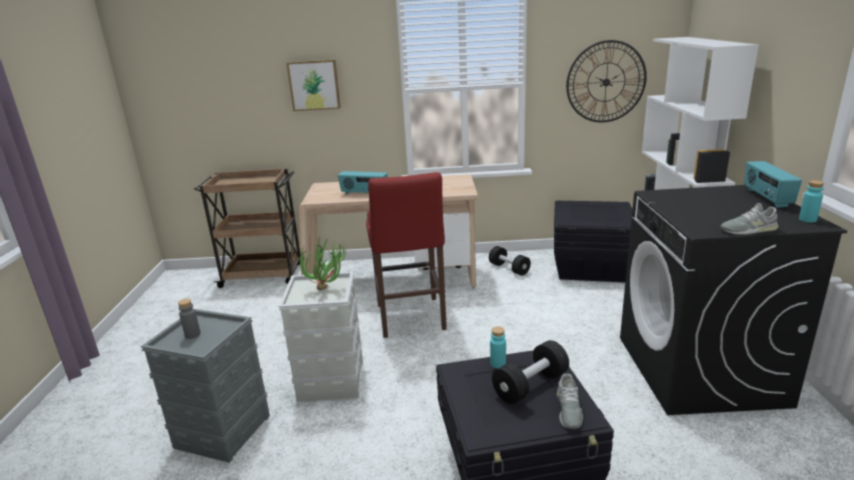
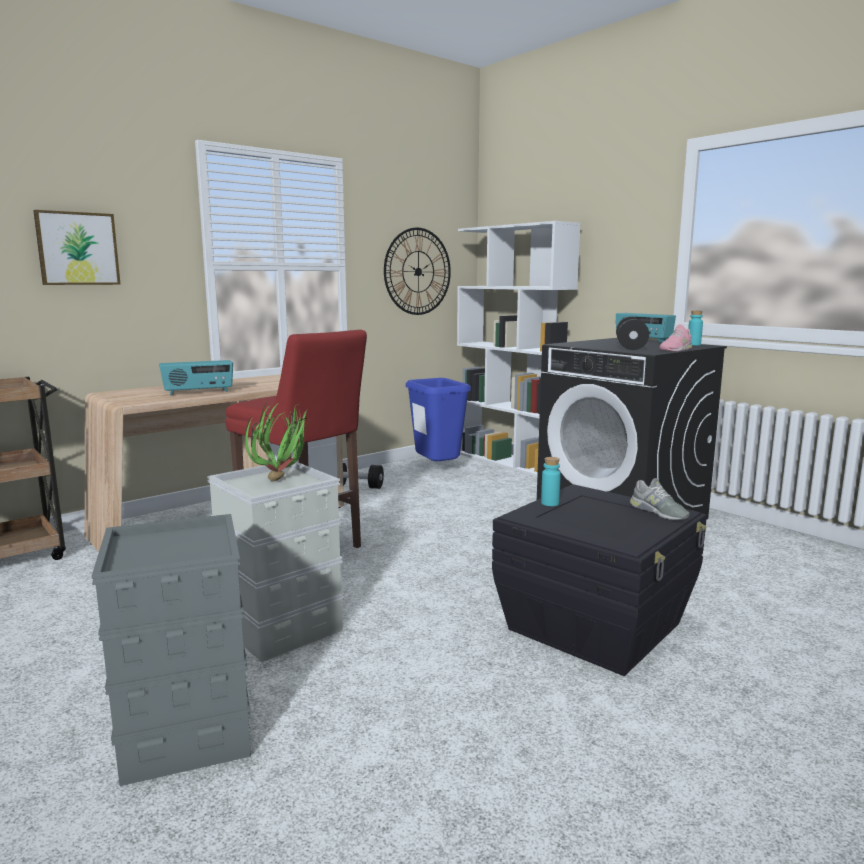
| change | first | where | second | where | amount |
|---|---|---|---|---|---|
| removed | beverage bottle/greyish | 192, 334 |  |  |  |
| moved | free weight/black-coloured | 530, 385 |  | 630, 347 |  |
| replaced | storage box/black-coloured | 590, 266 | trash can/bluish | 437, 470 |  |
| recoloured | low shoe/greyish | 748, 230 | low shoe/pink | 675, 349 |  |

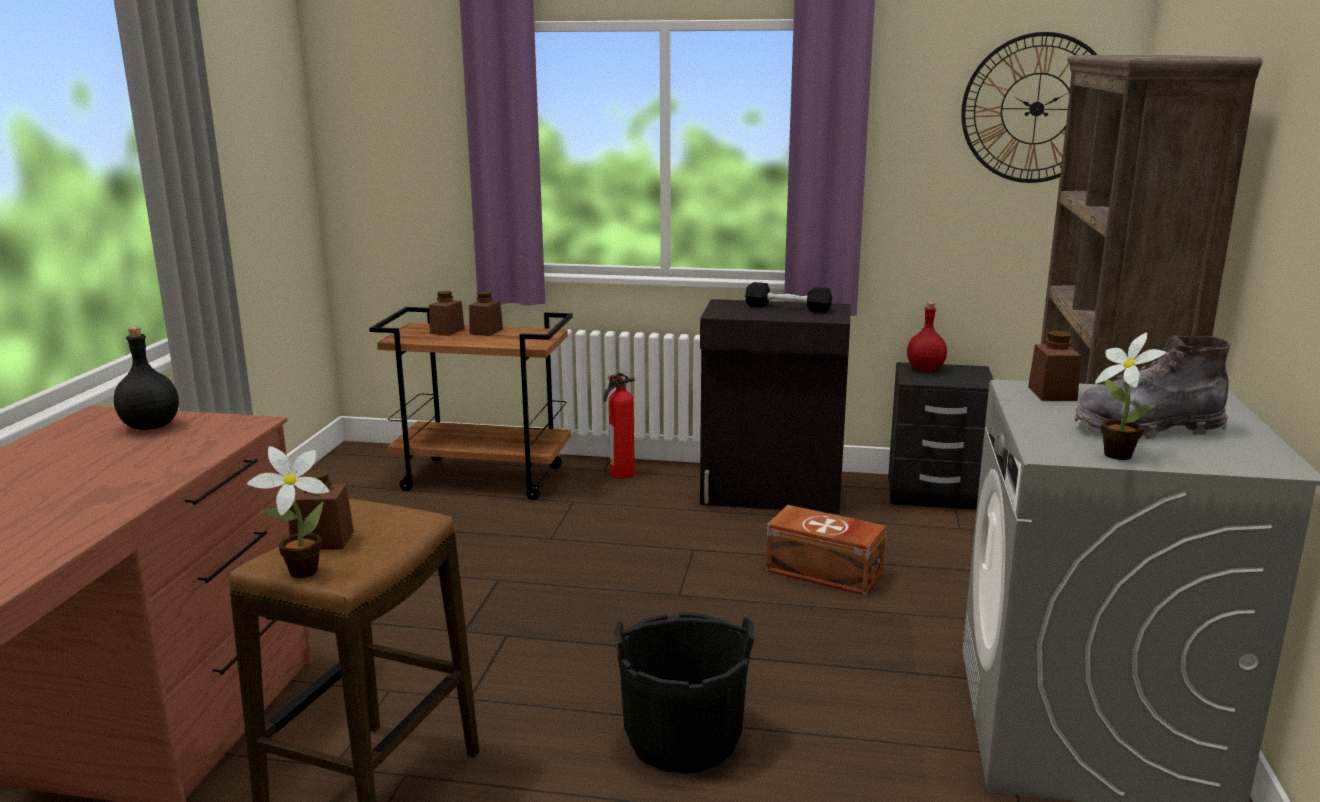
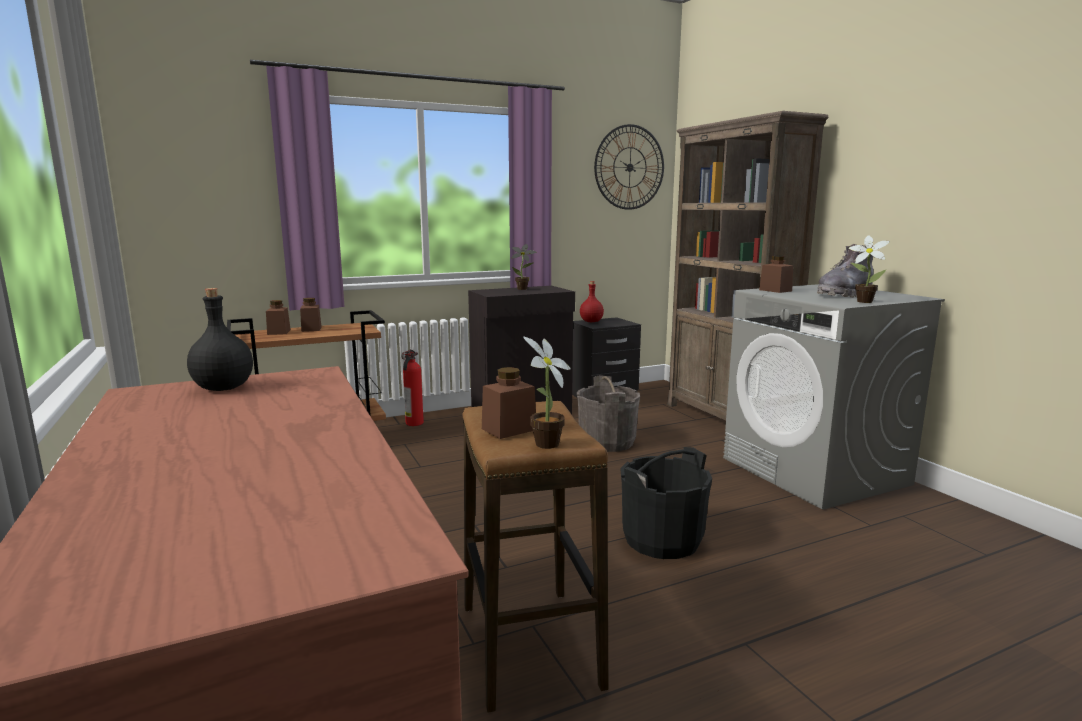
| change | first | where | second | where | amount |
|---|---|---|---|---|---|
| replaced | free weight/black-coloured | 788, 308 | plant in a pot | 524, 289 |  |
| replaced | storage box/brown | 825, 573 | bucket/greyish | 607, 442 |  |

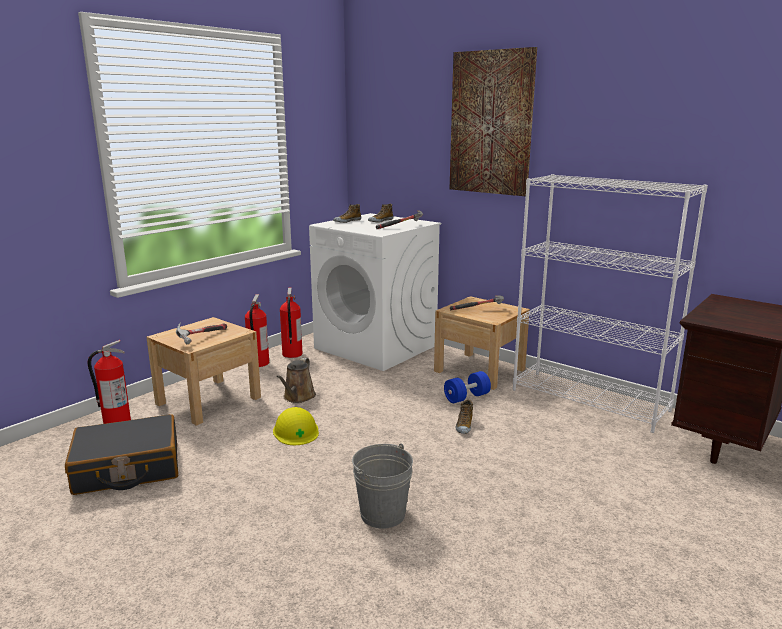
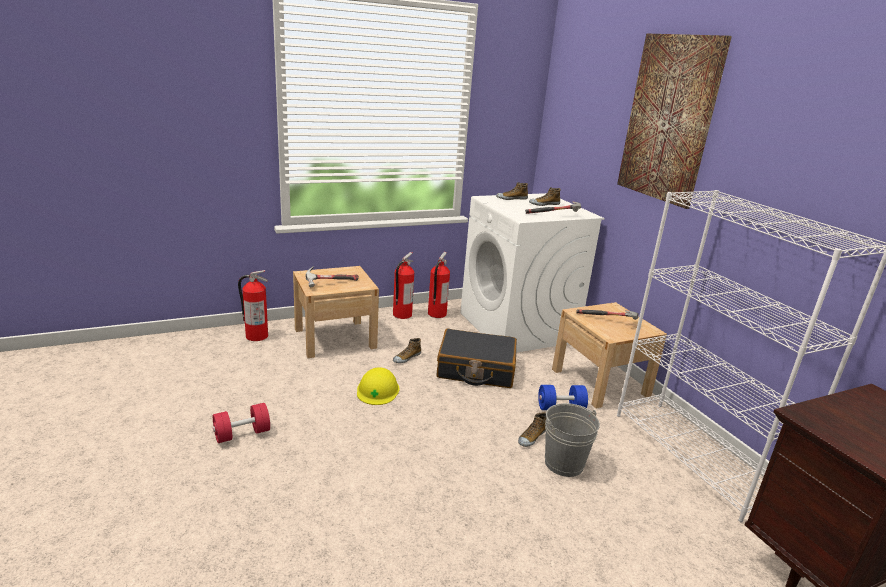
| change | first | where | second | where | amount |
|---|---|---|---|---|---|
| moved | piece of luggage/black-coloured | 127, 468 |  | 476, 369 |  |
| replaced | watering pot/brown | 298, 397 | low shoe | 406, 358 |  |
| moved | bucket/greyish | 383, 514 |  | 564, 463 |  |
| added |  |  | free weight/reddish | 242, 434 |  |

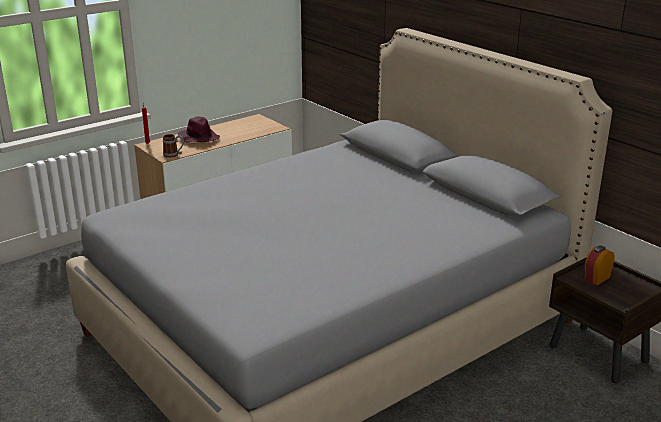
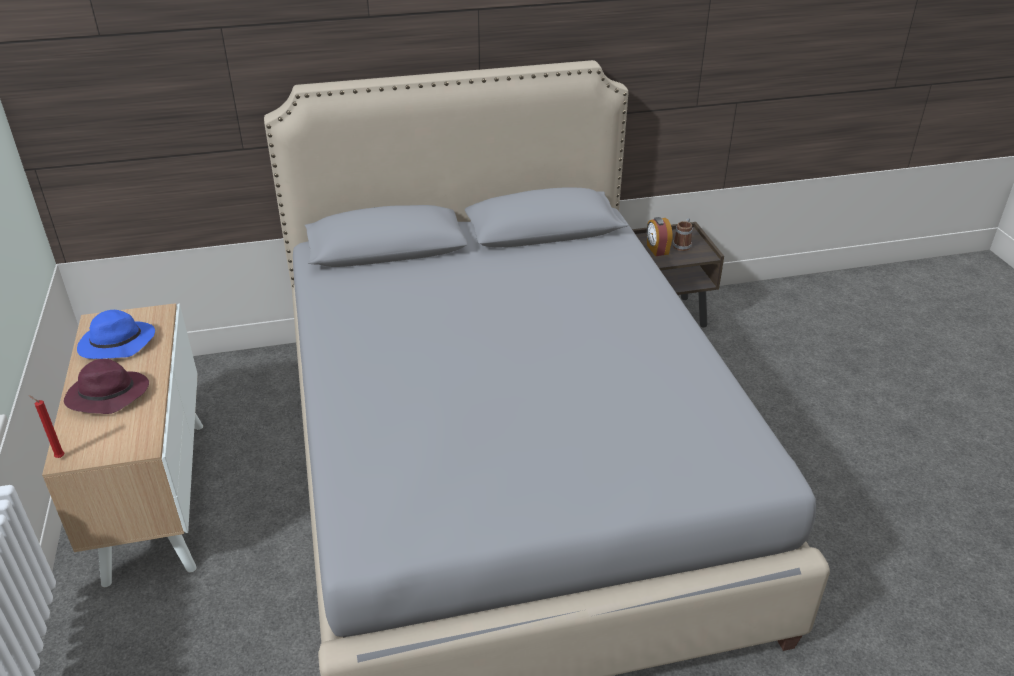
| change | first | where | second | where | amount |
|---|---|---|---|---|---|
| moved | tea mug | 174, 155 |  | 683, 244 |  |
| added |  |  | clothing hat/bluish | 116, 345 |  |

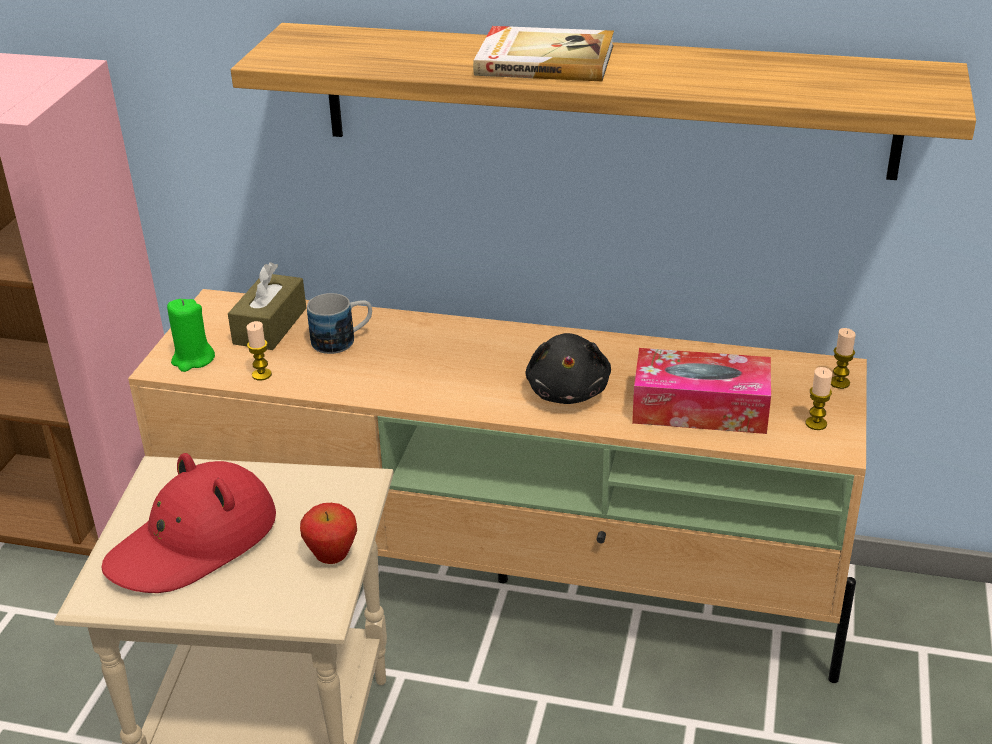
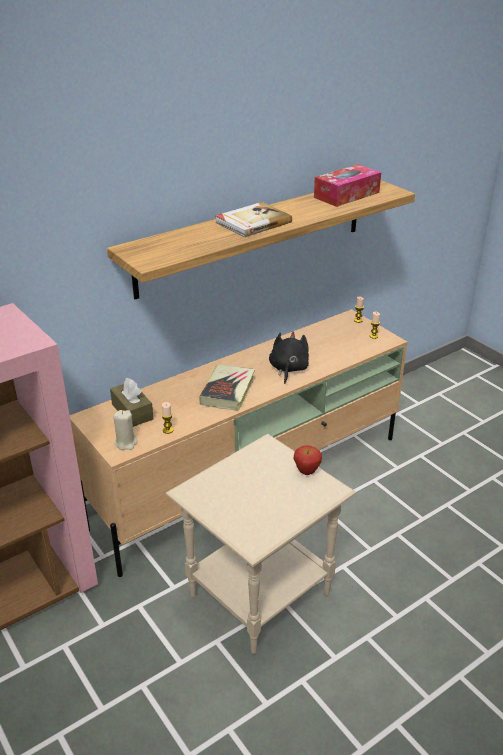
| change | first | where | second | where | amount |
|---|---|---|---|---|---|
| removed | clothing hat/reddish | 194, 542 |  |  |  |
| recoloured | wax candle/green-coloured | 192, 360 | wax candle/sand-coloured | 126, 443 |  |
| removed | tea mug | 343, 340 |  |  |  |
| turned | soft toy/black-coloured | 568, 391 |  | 288, 369 | 120 degrees counterclockwise |
| moved | tissue box | 700, 408 |  | 346, 195 |  |
| added |  |  | bound book | 228, 391 |  |

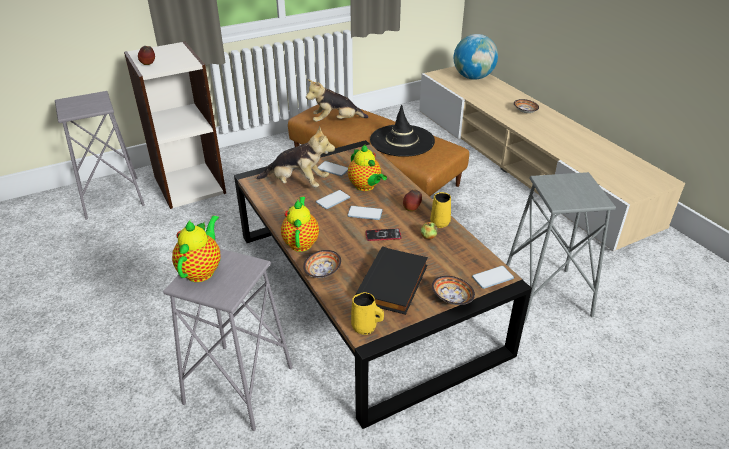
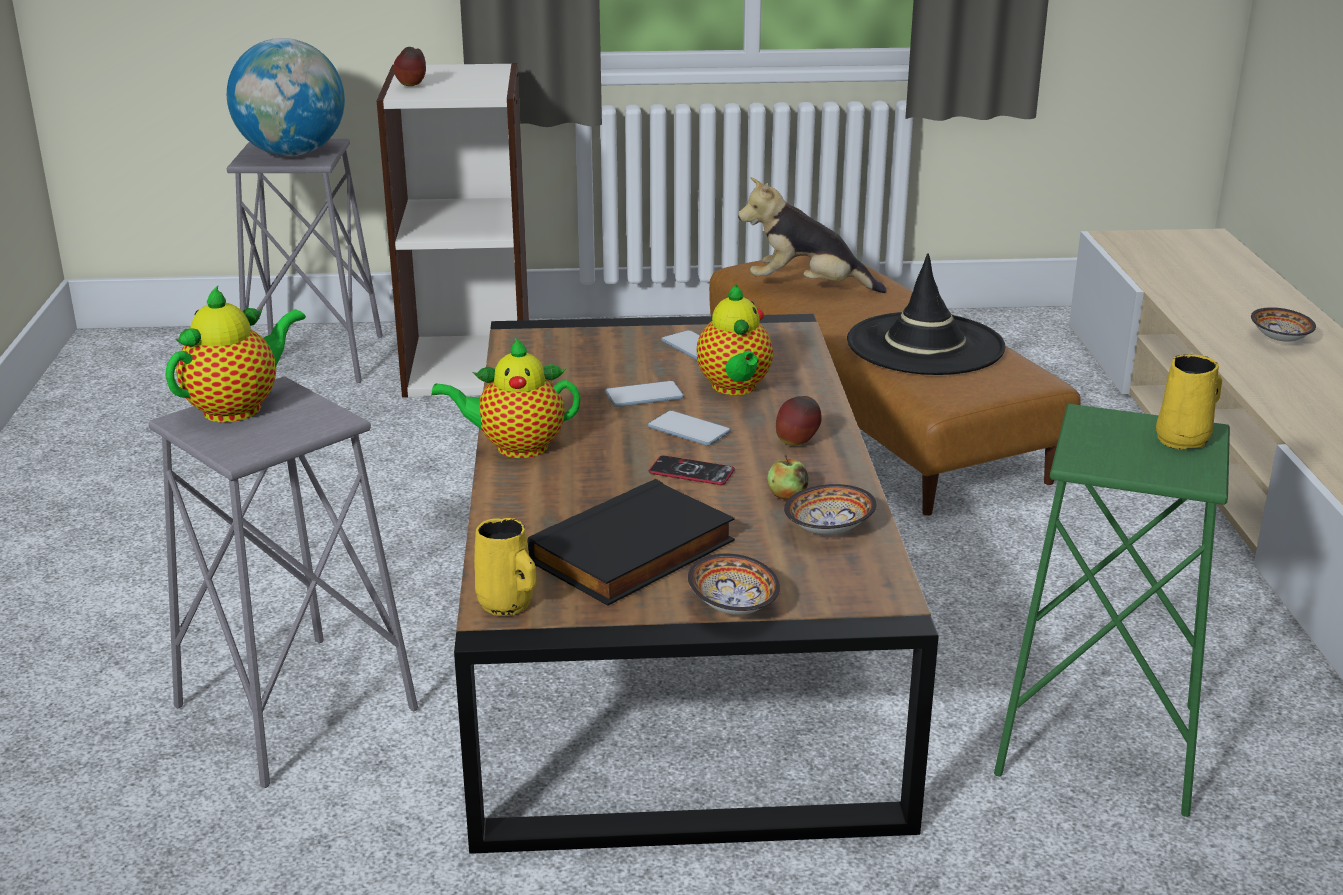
| change | first | where | second | where | amount |
|---|---|---|---|---|---|
| removed | soft toy | 297, 183 |  |  |  |
| turned | pot for tea | 301, 242 |  | 515, 447 | 120 degrees counterclockwise |
| moved | deep dish | 321, 272 |  | 826, 529 |  |
| moved | tea mug/yellowish | 440, 222 |  | 1184, 439 |  |
| moved | desk globe | 473, 77 |  | 292, 154 |  |
| removed | handset | 492, 278 |  |  |  |
| recoloured | sitting stool/greyish | 546, 295 | sitting stool/green-coloured | 1098, 742 |  |

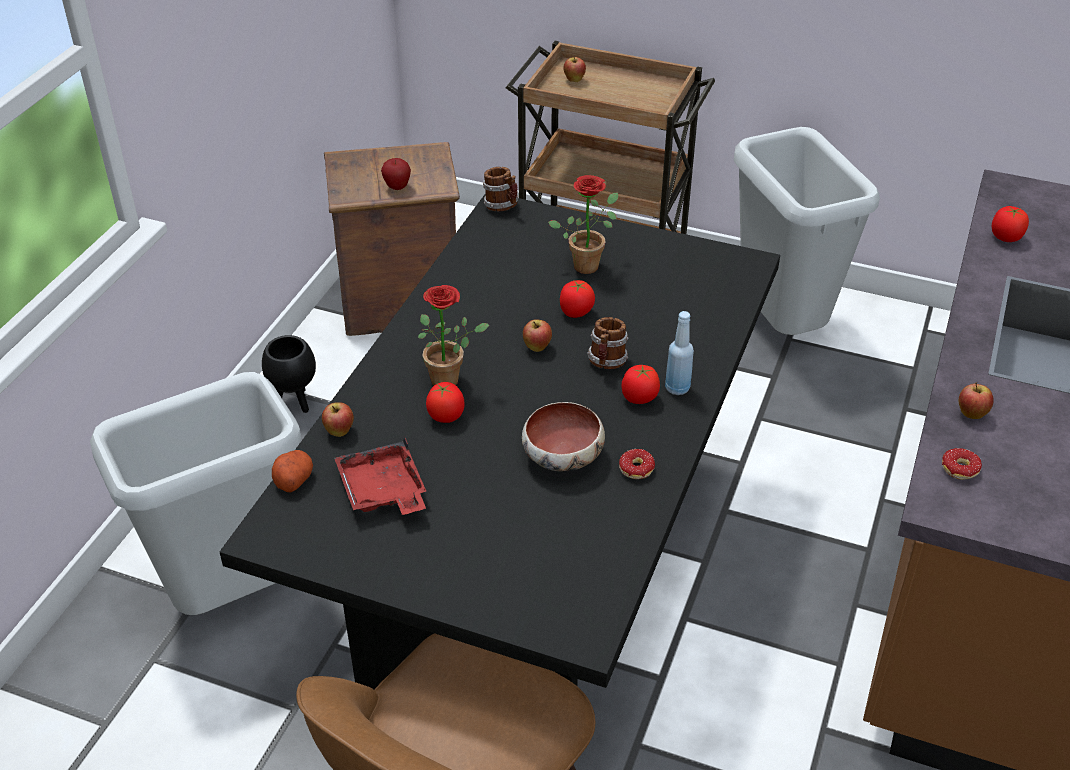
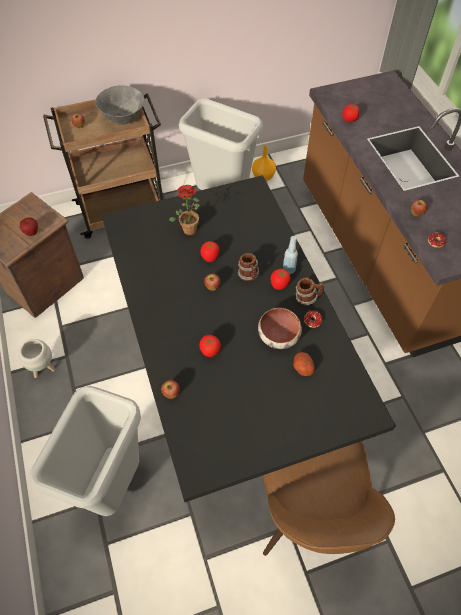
| change | first | where | second | where | amount |
|---|---|---|---|---|---|
| recoloured | plant pot/black-coloured | 294, 403 | plant pot/whitish | 44, 369 |  |
| moved | spud | 293, 479 |  | 302, 367 |  |
| removed | tray/reddish | 383, 491 |  |  |  |
| removed | plant in a pot | 451, 379 |  |  |  |
| moved | tea mug | 502, 206 |  | 307, 298 |  |
| added |  |  | deep dish/greyish | 123, 119 |  |
| added |  |  | vase/orange-coloured | 263, 176 |  |

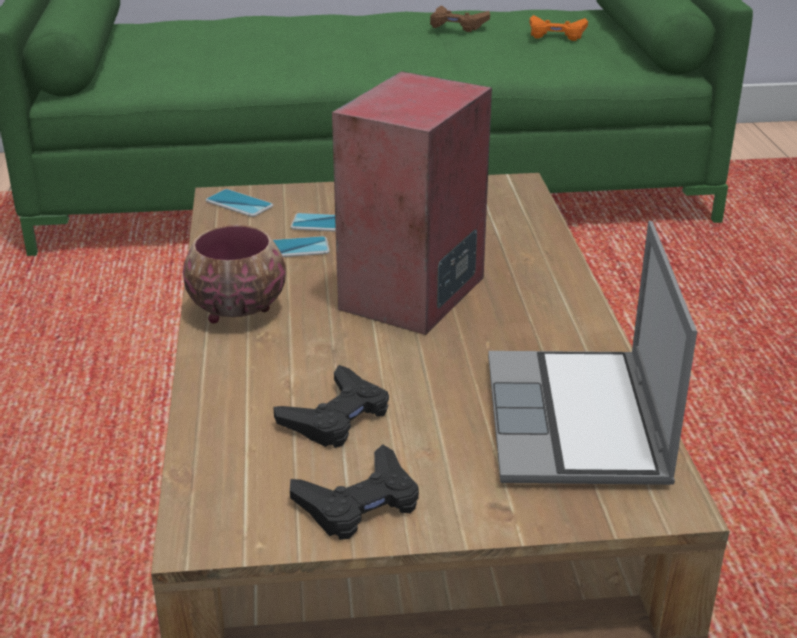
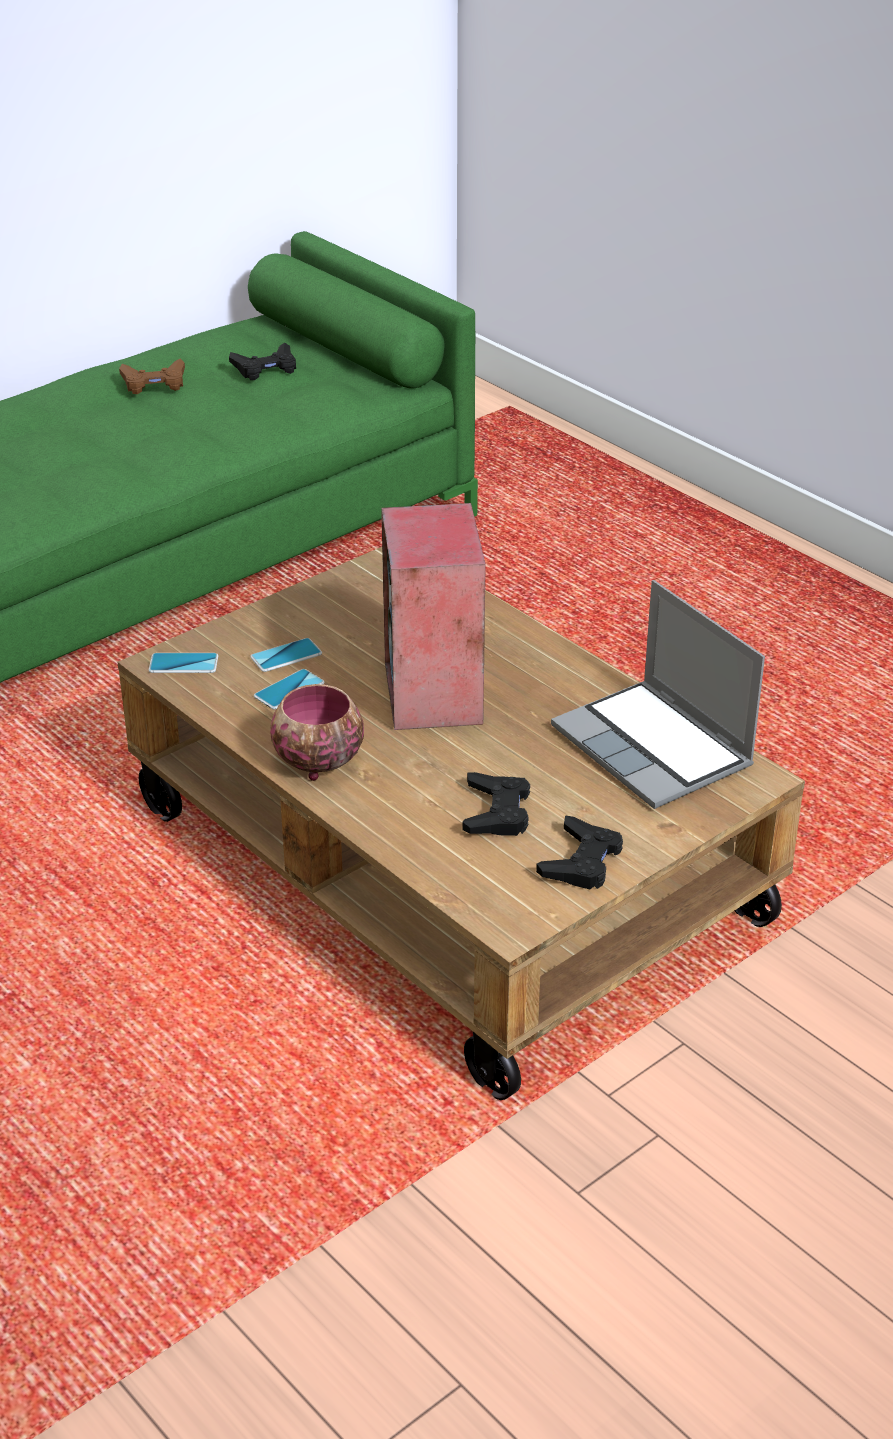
| change | first | where | second | where | amount |
|---|---|---|---|---|---|
| recoloured | game controller/orange-coloured | 556, 34 | game controller/black-coloured | 265, 368 |  |

